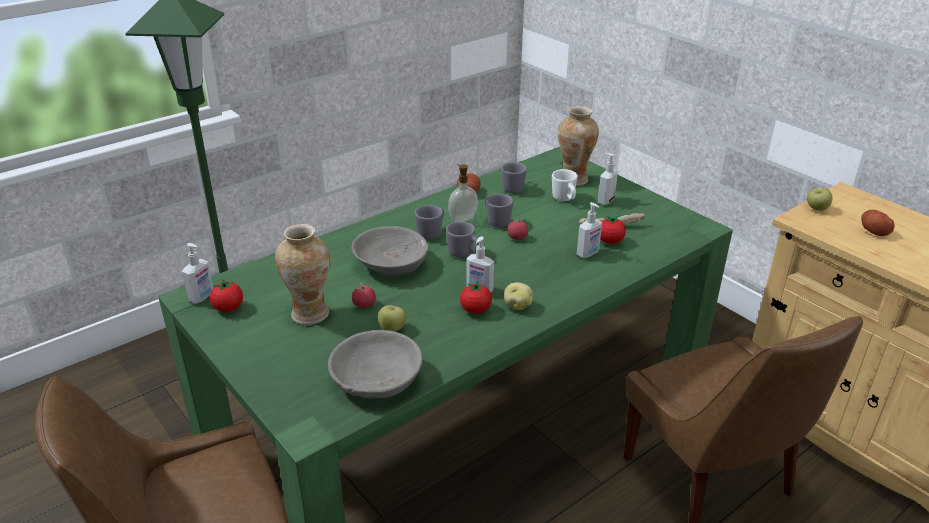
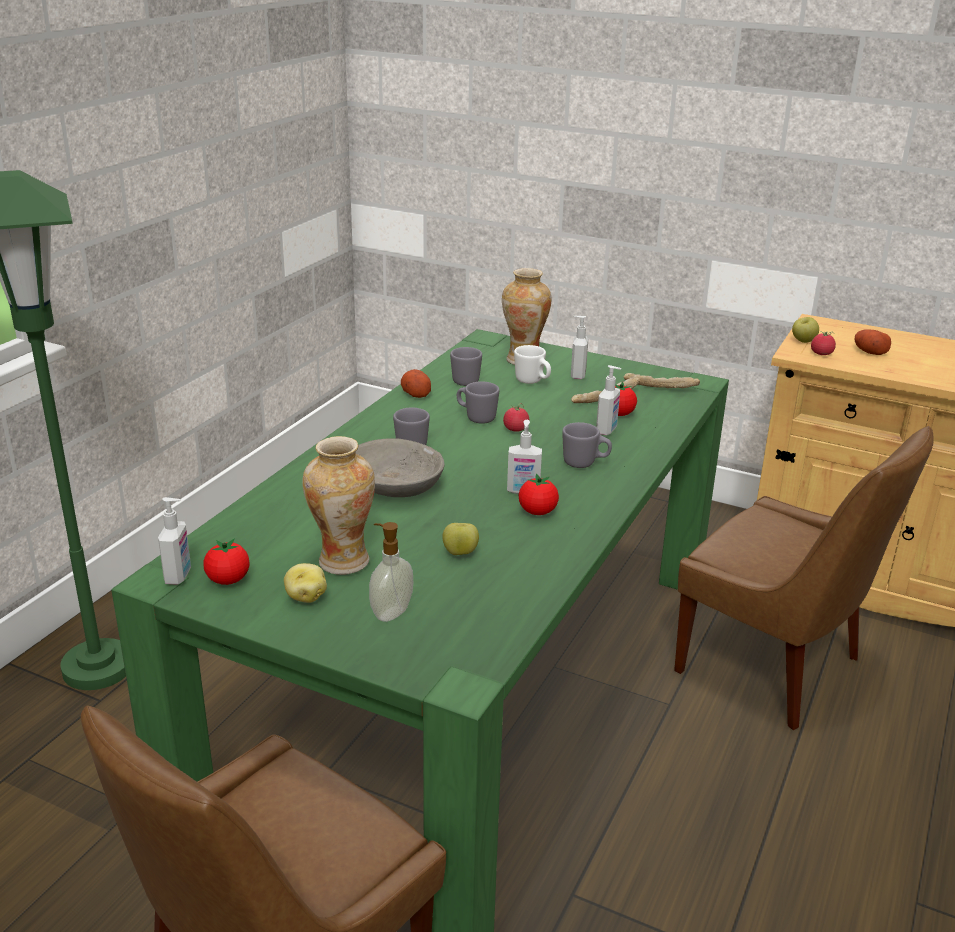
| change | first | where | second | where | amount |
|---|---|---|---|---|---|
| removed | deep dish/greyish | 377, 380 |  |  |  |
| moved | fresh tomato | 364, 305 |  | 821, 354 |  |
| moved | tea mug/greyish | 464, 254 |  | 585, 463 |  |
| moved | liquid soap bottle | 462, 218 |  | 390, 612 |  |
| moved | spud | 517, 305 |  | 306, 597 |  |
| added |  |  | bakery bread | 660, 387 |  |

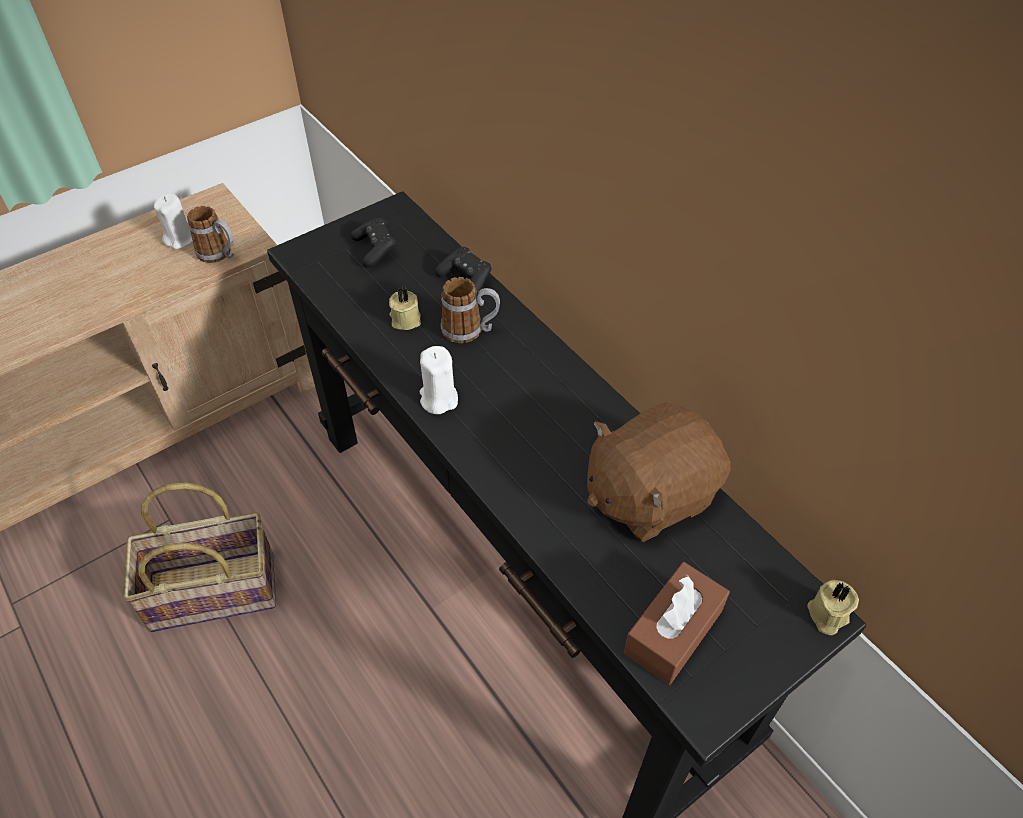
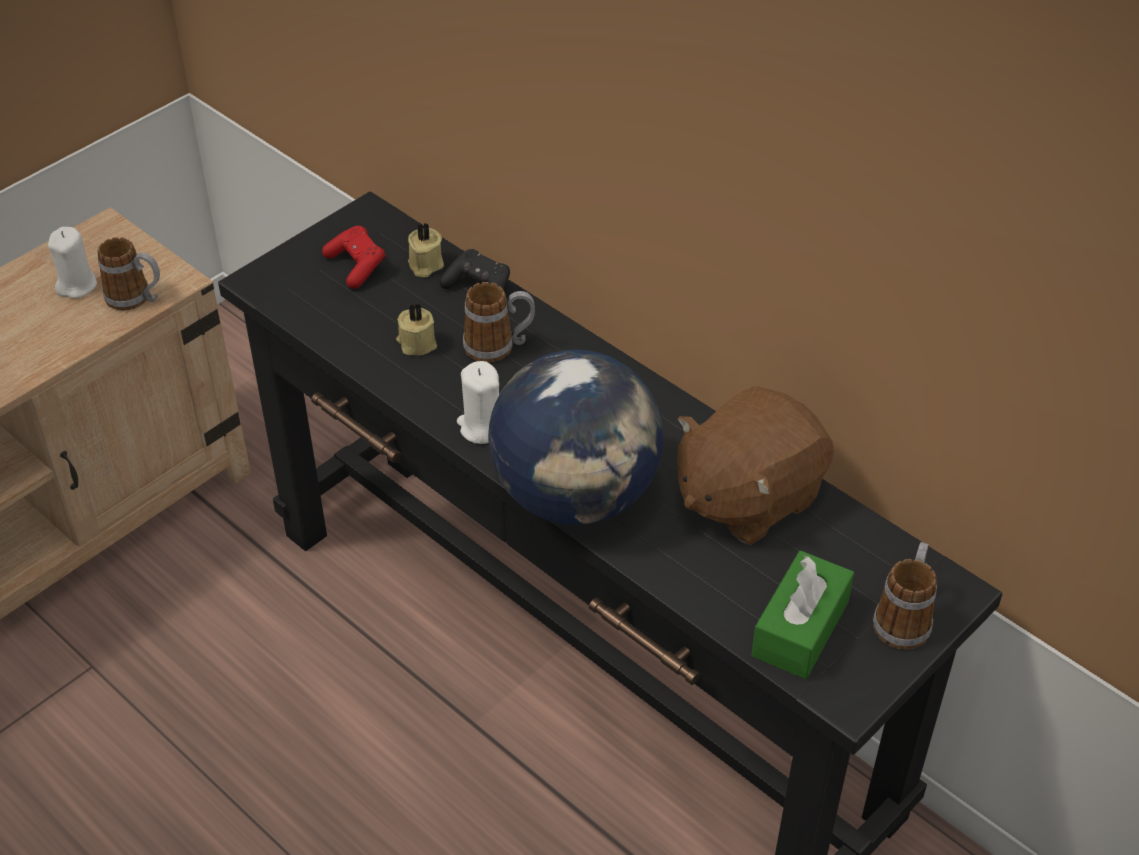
| change | first | where | second | where | amount |
|---|---|---|---|---|---|
| removed | household basket | 214, 589 |  |  |  |
| recoloured | game controller/black-coloured | 375, 249 | game controller/reddish | 357, 266 |  |
| recoloured | tissue box/brown | 673, 632 | tissue box/green-coloured | 800, 628 |  |
| moved | wax candle/sand-coloured | 826, 615 |  | 424, 265 |  |
| added |  |  | desk globe | 576, 497 |  |
| added |  |  | tea mug | 904, 618 |  |

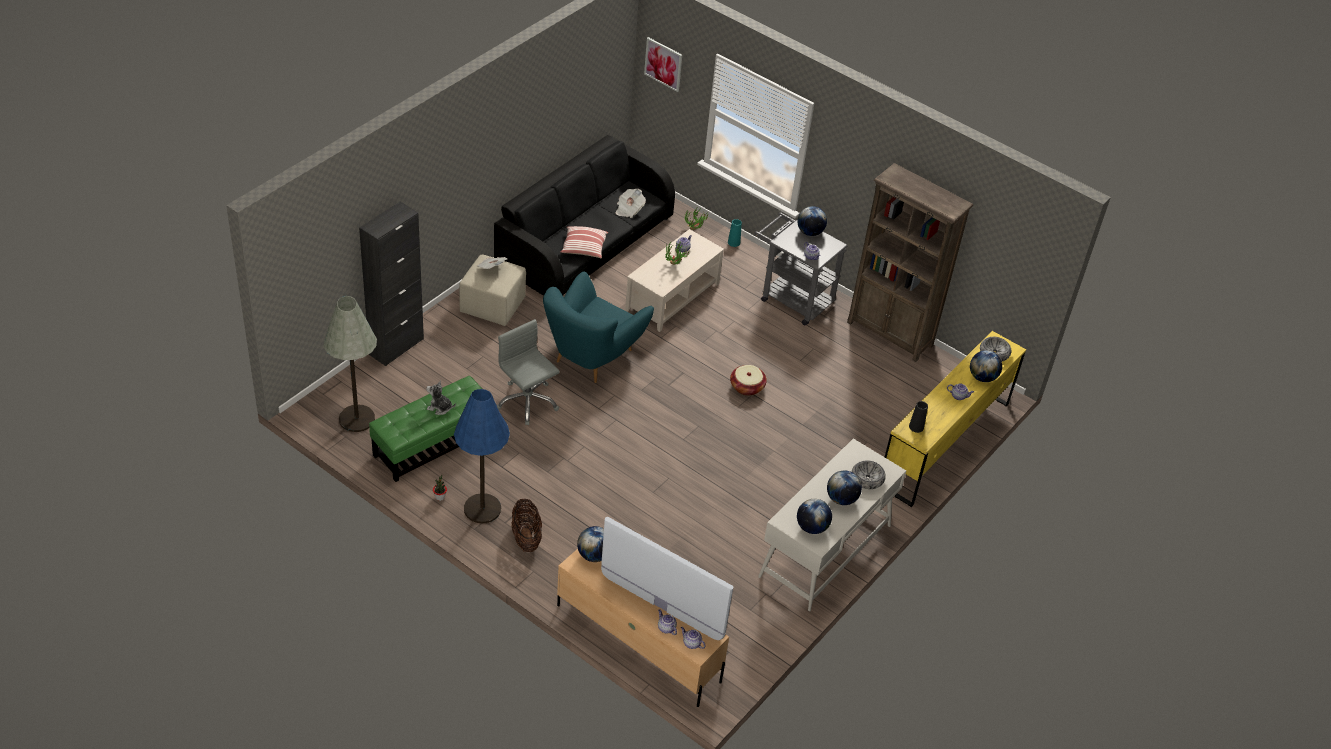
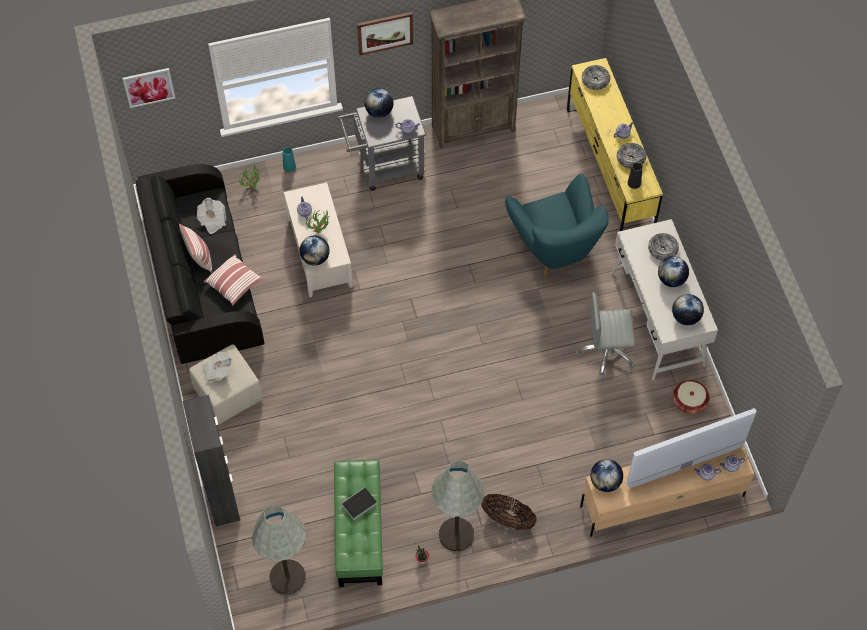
| change | first | where | second | where | amount |
|---|---|---|---|---|---|
| replaced | soft toy | 440, 408 | bound book | 358, 505 |  |
| recoloured | standard lamp/bluish | 482, 509 | standard lamp/greyish | 456, 534 |  |
| moved | computer chair/greyish | 527, 402 |  | 606, 352 |  |
| moved | lounge chair/turquoise-coloured | 592, 356 |  | 555, 249 |  |
| moved | household basket | 747, 387 |  | 689, 401 |  |
| moved | desk globe | 982, 377 |  | 315, 258 |  |
| added |  |  | cushion | 199, 258 |  |
| added |  |  | picture | 385, 32 |  |
| added |  |  | deep dish | 630, 158 |  |

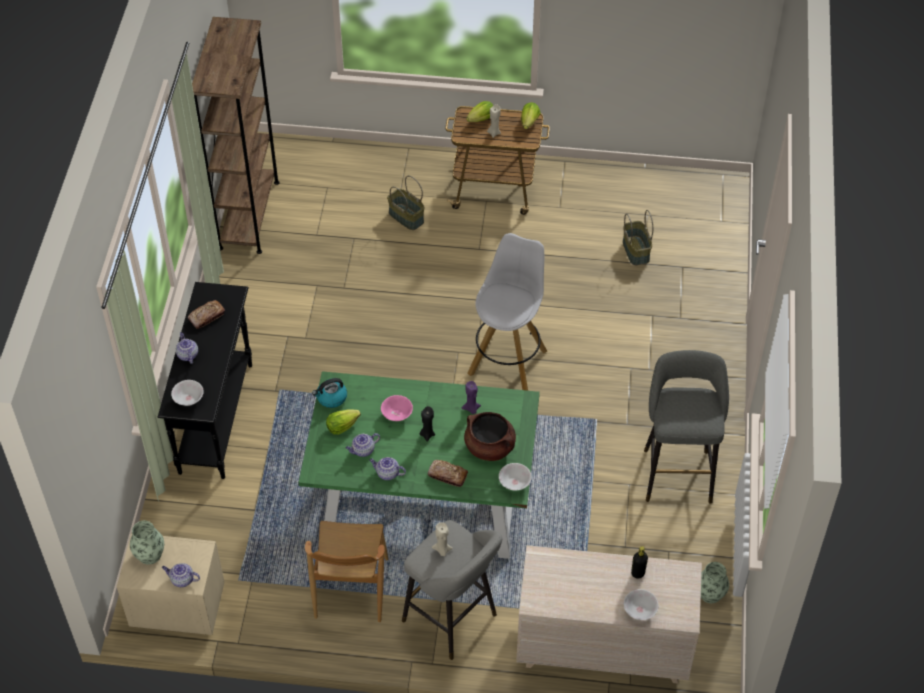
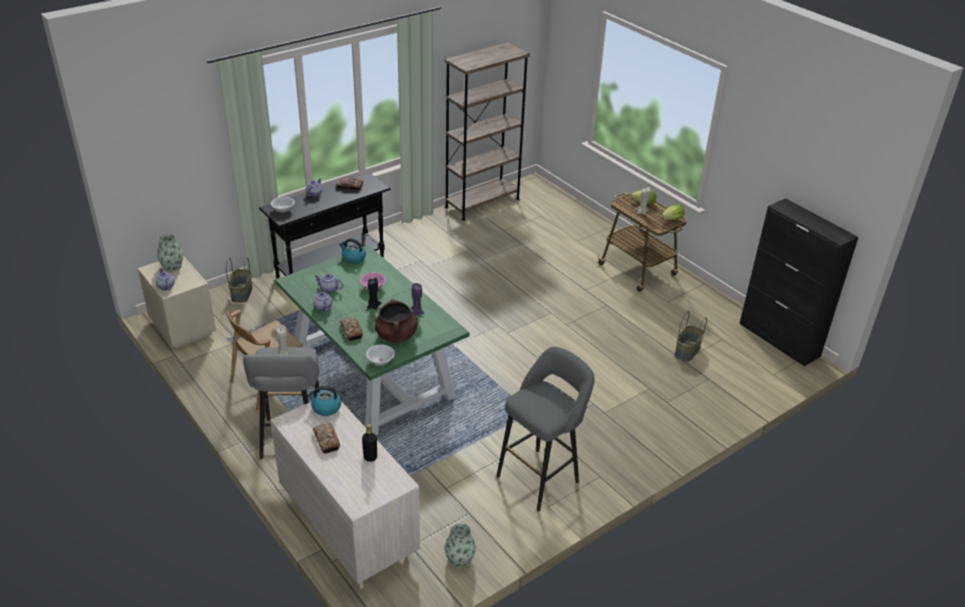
| change | first | where | second | where | amount |
|---|---|---|---|---|---|
| removed | lettuce head | 342, 426 |  |  |  |
| moved | household basket | 405, 217 |  | 241, 293 |  |
| removed | sitting stool/whitish | 508, 361 |  |  |  |
| removed | deep dish/whitish | 639, 610 |  |  |  |
| added |  |  | water kettle | 325, 407 |  |
| added |  |  | bakery bread | 326, 440 |  |
| added |  |  | storage cabinet/black-coloured | 779, 340 |  |

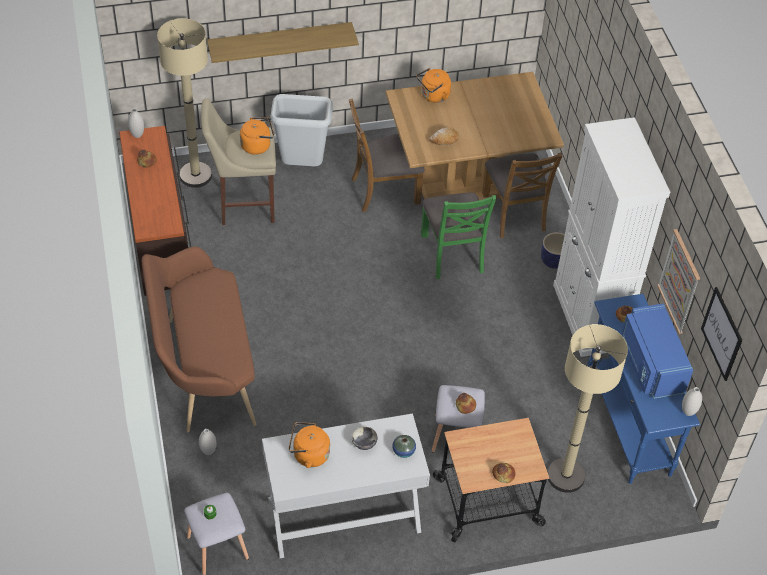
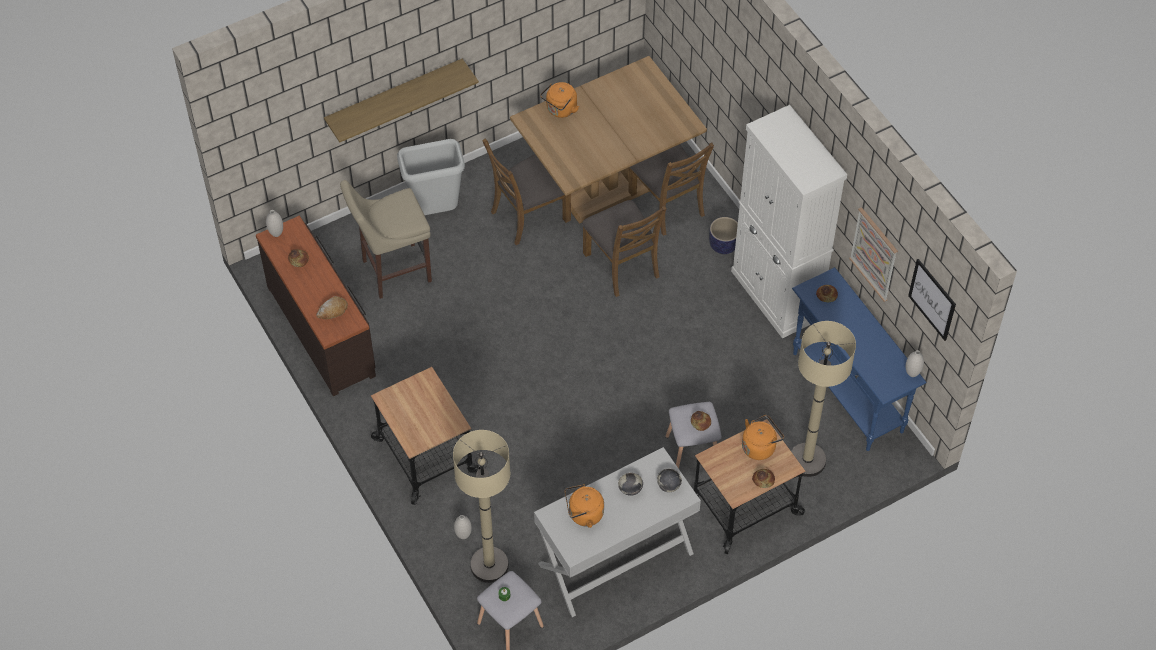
| change | first | where | second | where | amount |
|---|---|---|---|---|---|
| replaced | indoor bench/brown | 203, 370 | trolley | 425, 456 |  |
| moved | standard lamp/sand-coloured | 195, 175 |  | 489, 565 |  |
| moved | water kettle/orange-coloured | 258, 145 |  | 760, 446 |  |
| replaced | vase | 403, 451 | deep dish | 668, 485 |  |
| recoloured | upright chair/green-coloured | 453, 253 | upright chair/brown | 622, 265 |  |
| moved | bakery bread | 444, 140 |  | 332, 311 |  |
| removed | microwave oven/bluish | 650, 364 |  |  |  |

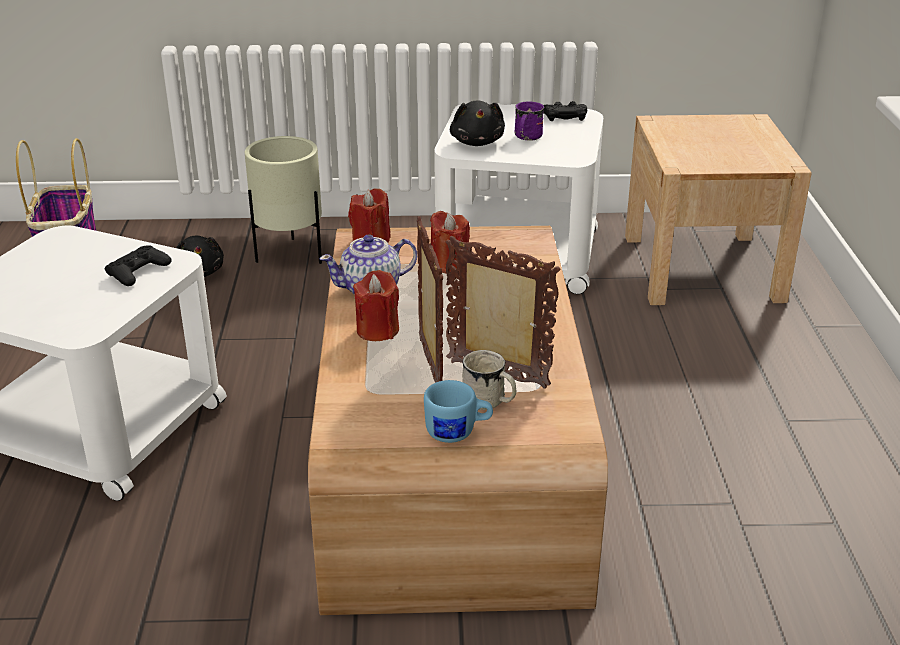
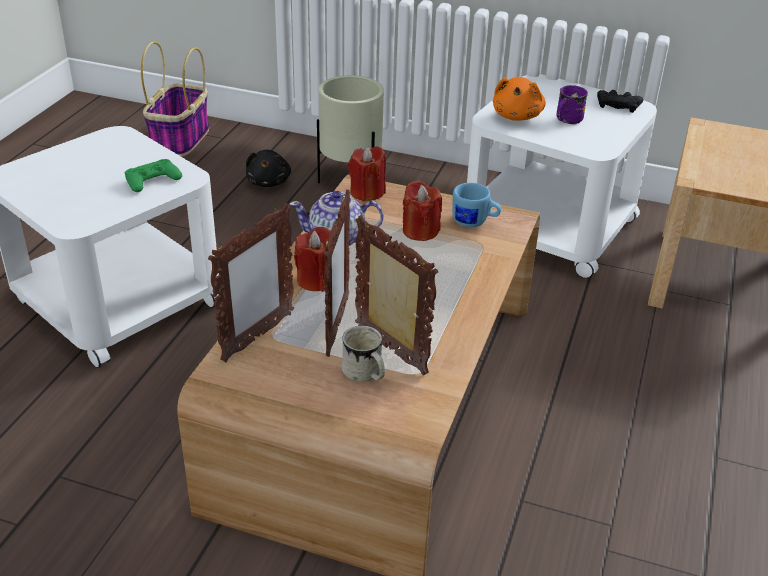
| change | first | where | second | where | amount |
|---|---|---|---|---|---|
| recoloured | game controller/black-coloured | 138, 272 | game controller/green-coloured | 152, 180 |  |
| moved | tea mug/bluish | 458, 433 |  | 474, 222 |  |
| recoloured | soft toy/black-coloured | 477, 142 | soft toy/orange-coloured | 517, 116 |  |
| added |  |  | picture frame | 257, 337 |  |

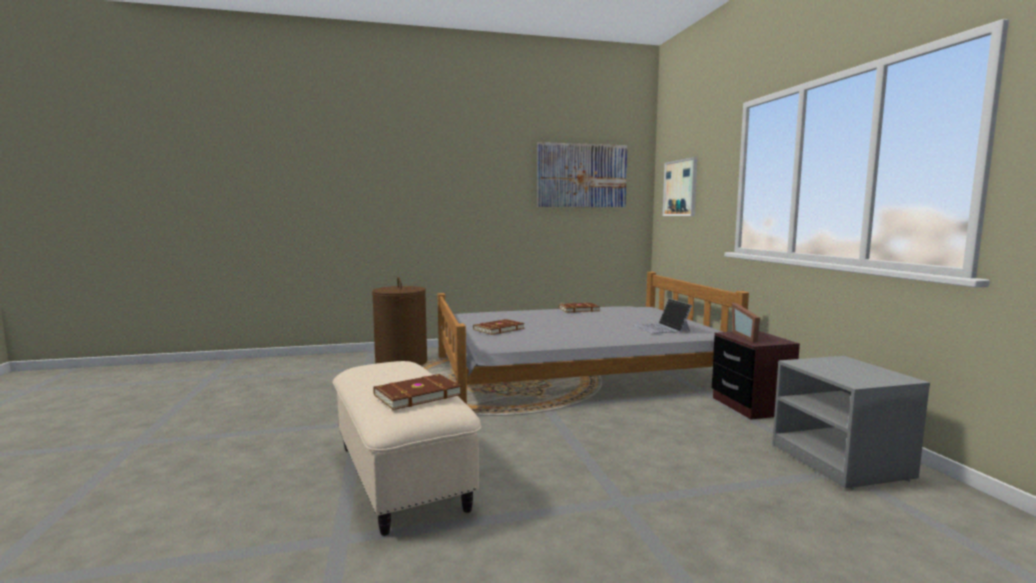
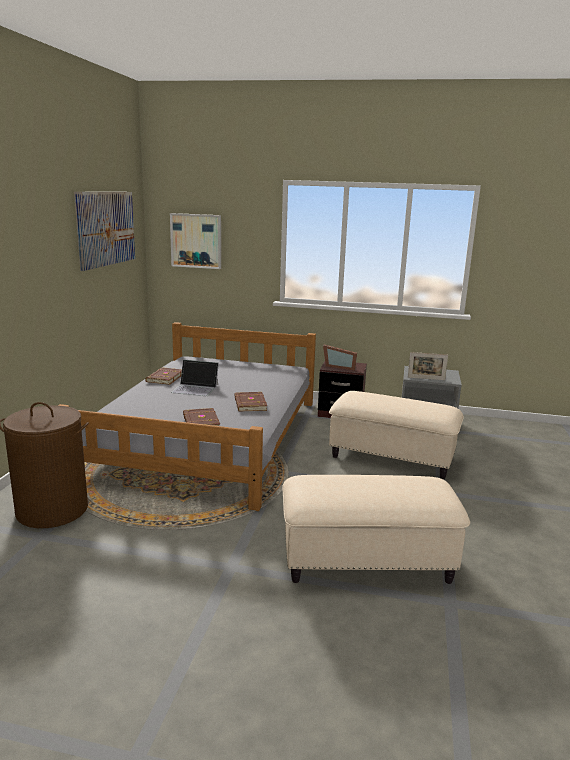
| change | first | where | second | where | amount |
|---|---|---|---|---|---|
| moved | bound book/brown | 416, 395 |  | 249, 404 |  |
| moved | notebook computer | 662, 328 |  | 195, 388 |  |
| added |  |  | footrest/sand-coloured | 392, 457 |  |
| added |  |  | picture frame | 426, 378 |  |

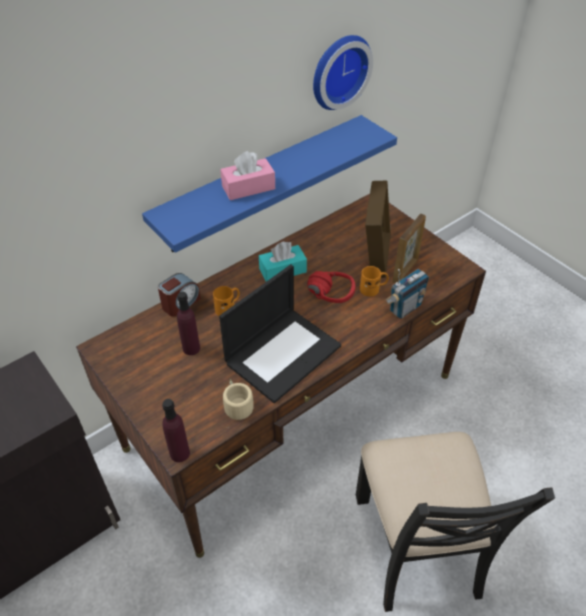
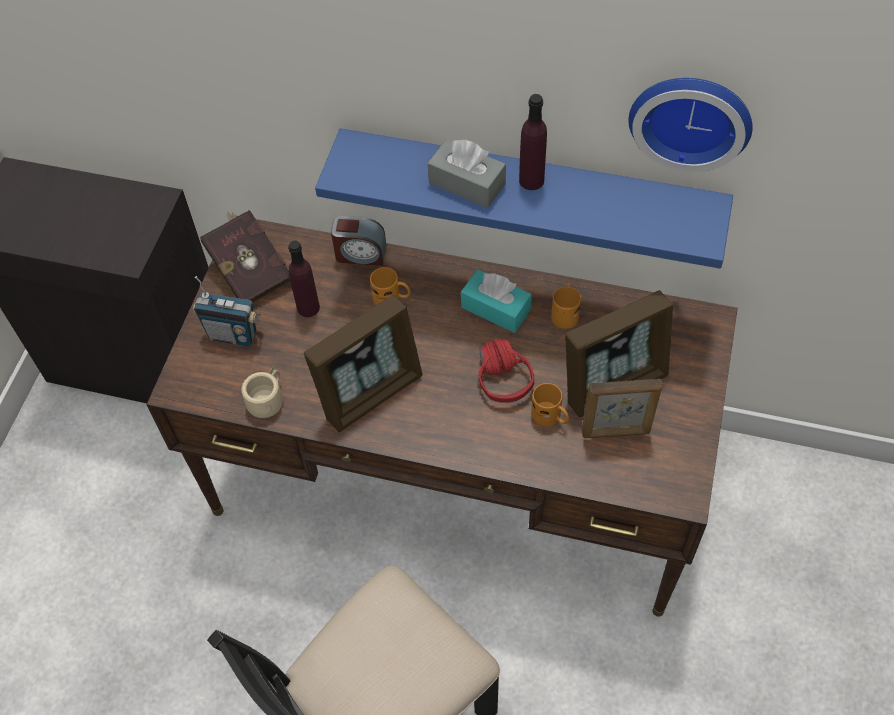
| change | first | where | second | where | amount |
|---|---|---|---|---|---|
| moved | beverage bottle/purple-coloured | 179, 453 |  | 531, 180 |  |
| replaced | notebook computer | 283, 353 | picture frame | 371, 392 |  |
| recoloured | tissue box/pink | 248, 187 | tissue box/greyish | 467, 183 |  |
| moved | radio | 404, 308 |  | 233, 334 |  |
| added |  |  | bound book/reddish | 249, 269 |  |
| added |  |  | tea mug/orange-coloured | 565, 312 |  |

